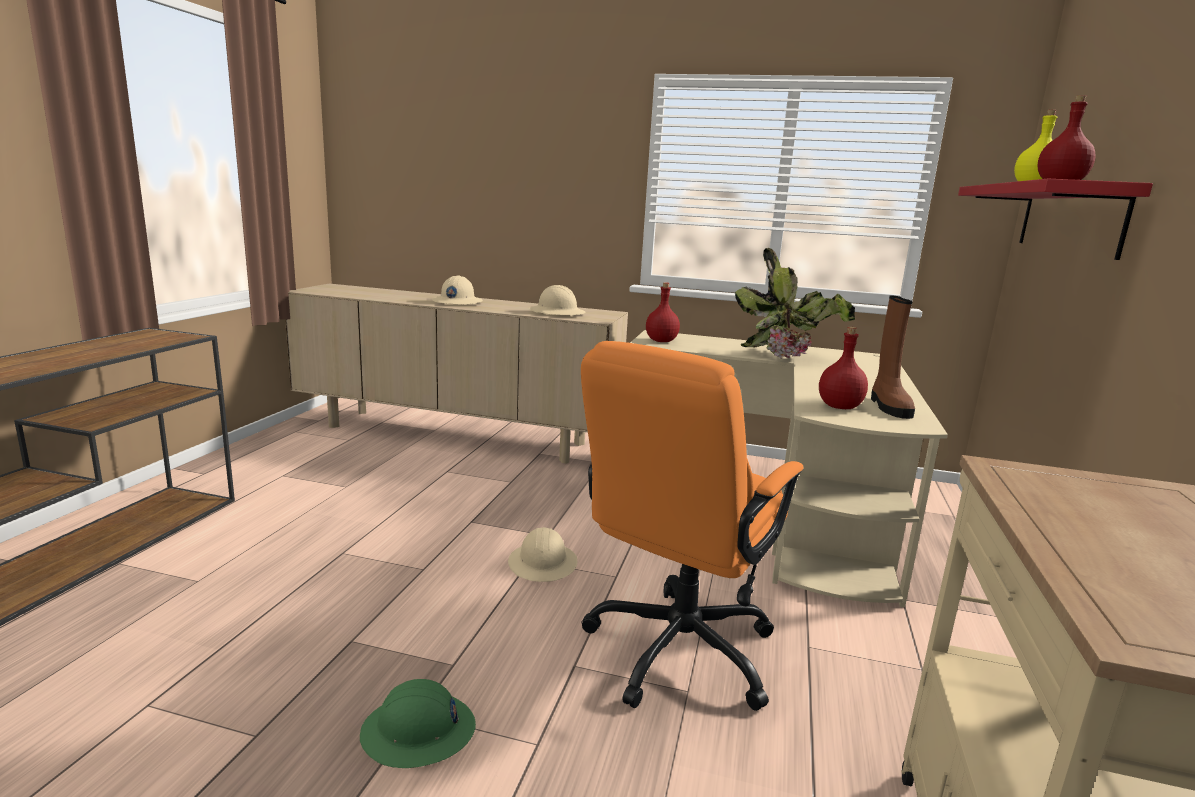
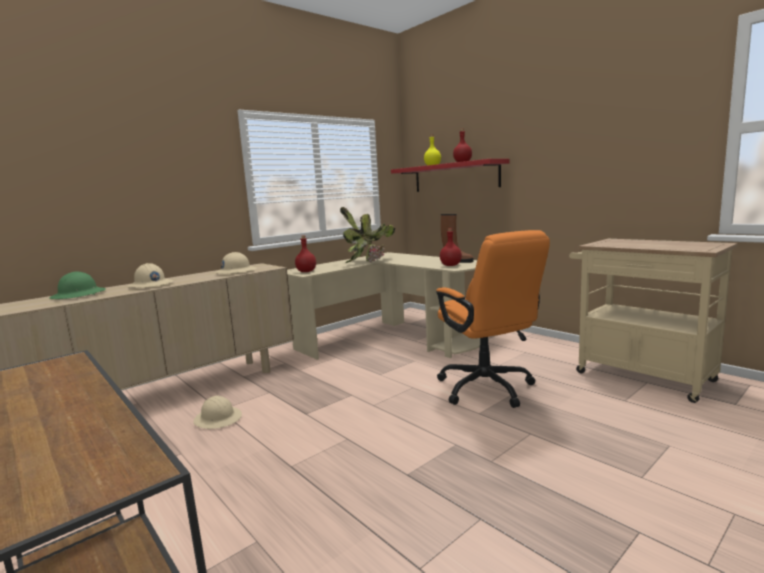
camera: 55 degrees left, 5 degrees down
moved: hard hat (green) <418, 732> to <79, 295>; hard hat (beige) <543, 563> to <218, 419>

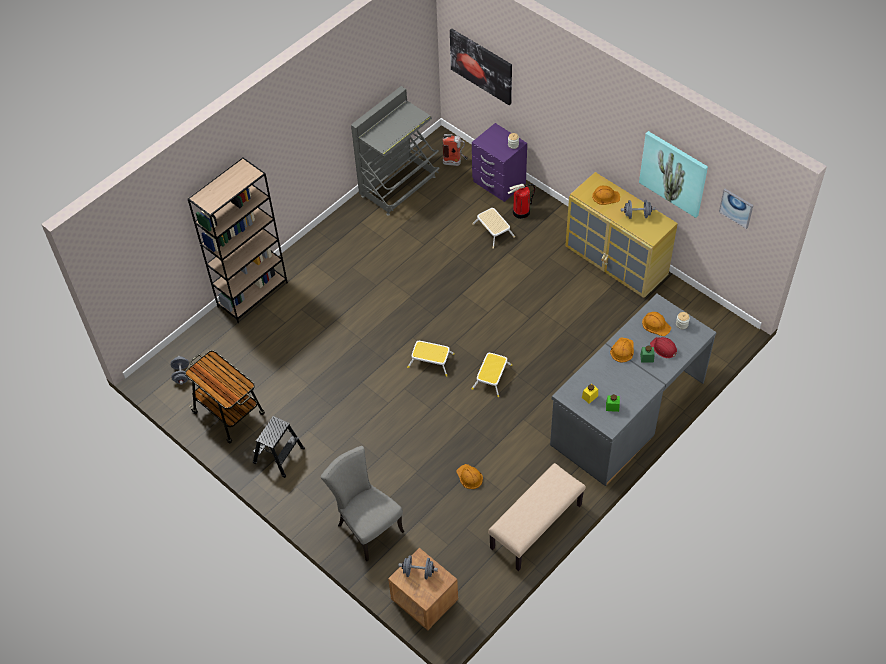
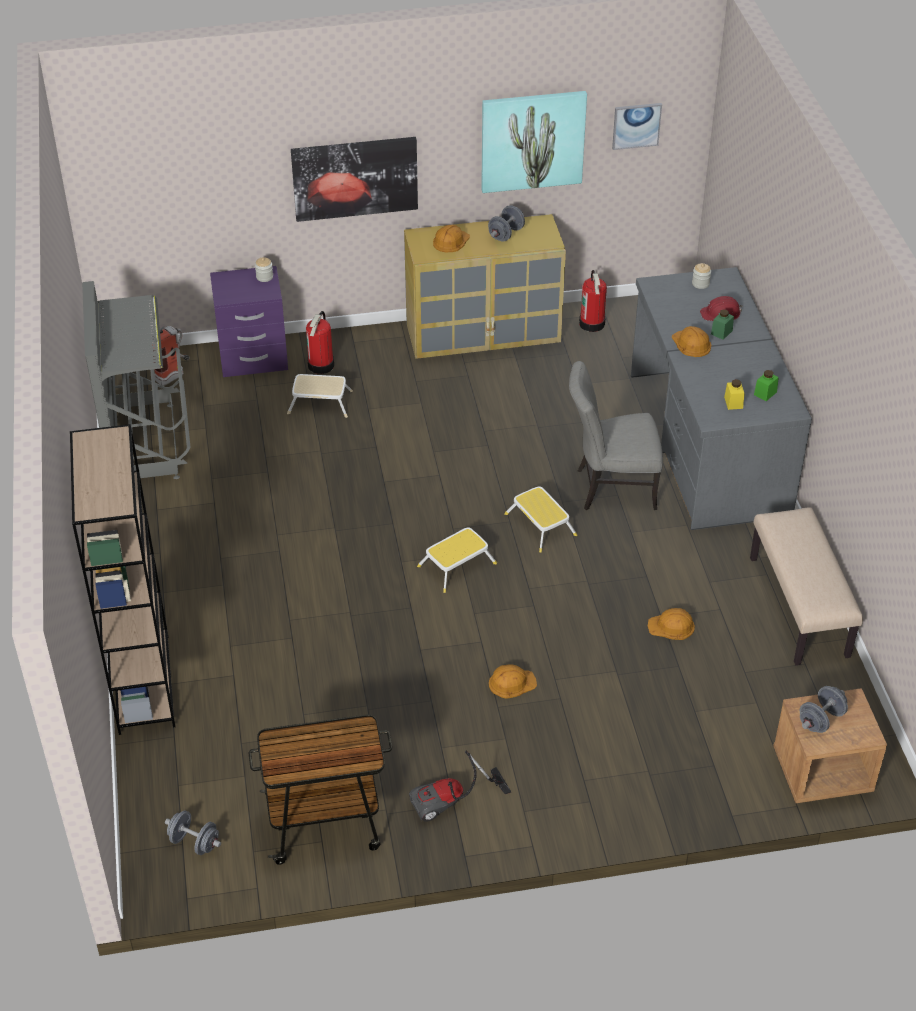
camera: 55 degrees left, 10 degrees down
added: fire extinguisher <592, 324>
moved: chair (grey) <366, 526> to <610, 488>; picture <481, 66> to <355, 178>; hard hat (orange) <656, 324> to <511, 683>
replaced: step ladder (black) <279, 455> to vacuum cleaner <452, 803>

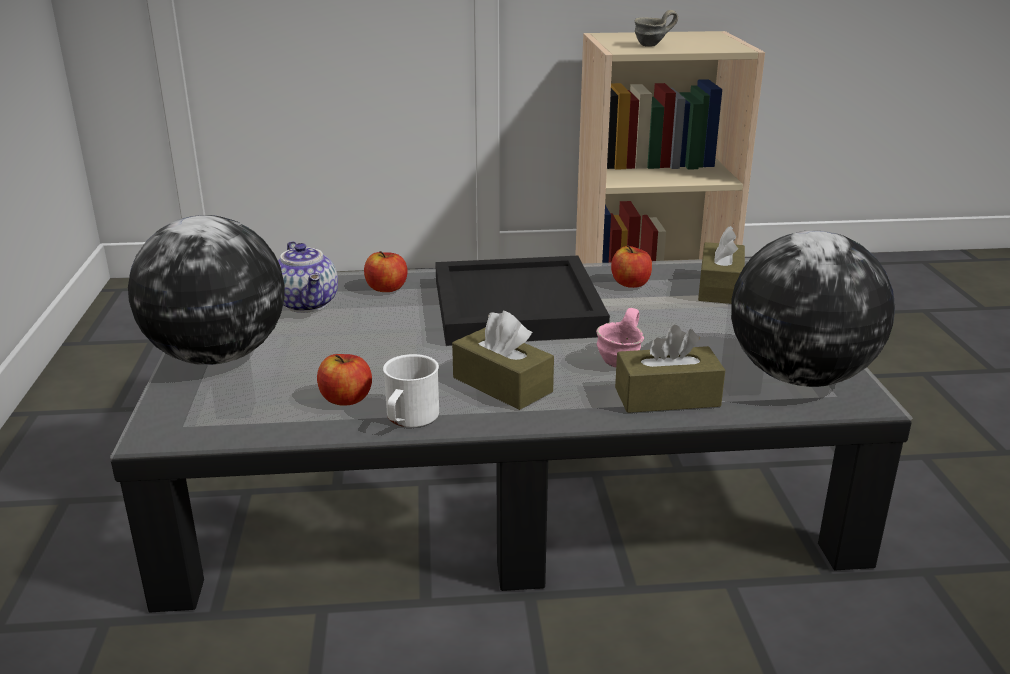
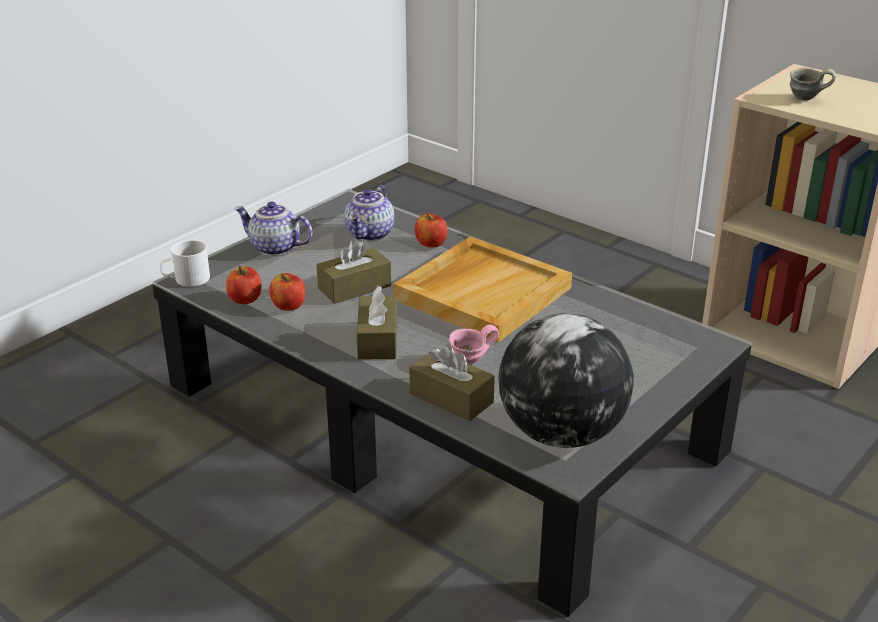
camera: 45 degrees right, 5 degrees up
moved: mug (white) <409, 419> to <186, 280>; apple <630, 284> to <245, 299>; tissue box (brown) <720, 287> to <354, 287>
replaced: globe <219, 356> to teapot <274, 248>
recoloured: tray (black) <515, 306> to tray (beige) <482, 292>

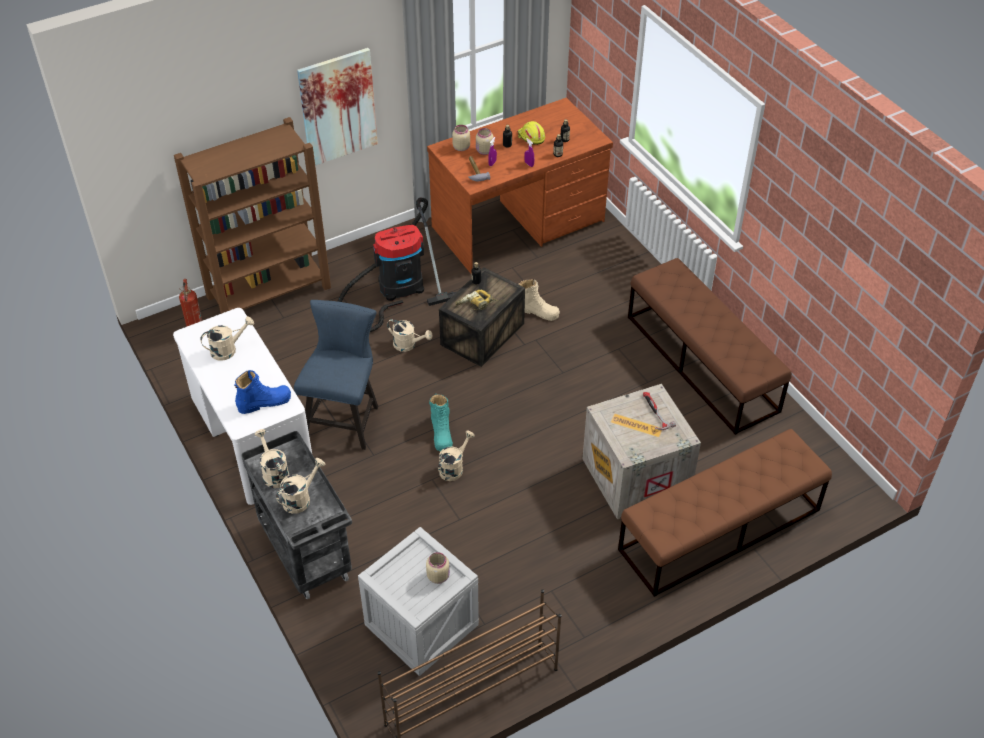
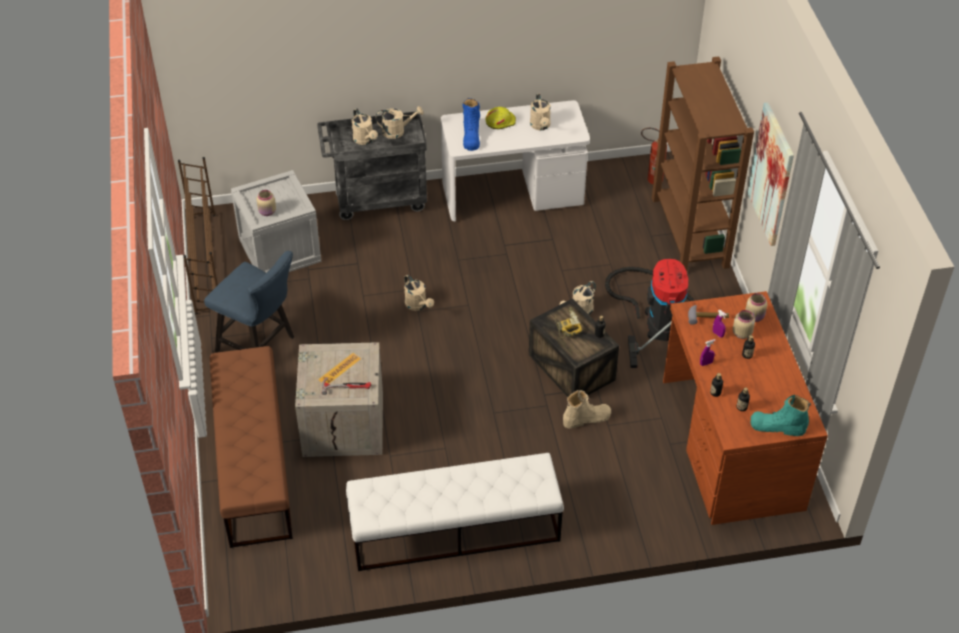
camera: 110 degrees right, 0 degrees up
moved: chair (blue) <344, 418> to <260, 345>; boot (turquoise) <441, 433> to <778, 427>; hard hat (yellow) <531, 137> to <500, 121>
recoloured: bench (brown) <702, 363> to bench (white) <454, 530>
turned: boot (beige) <537, 311> = <586, 418> 150 degrees counterclockwise

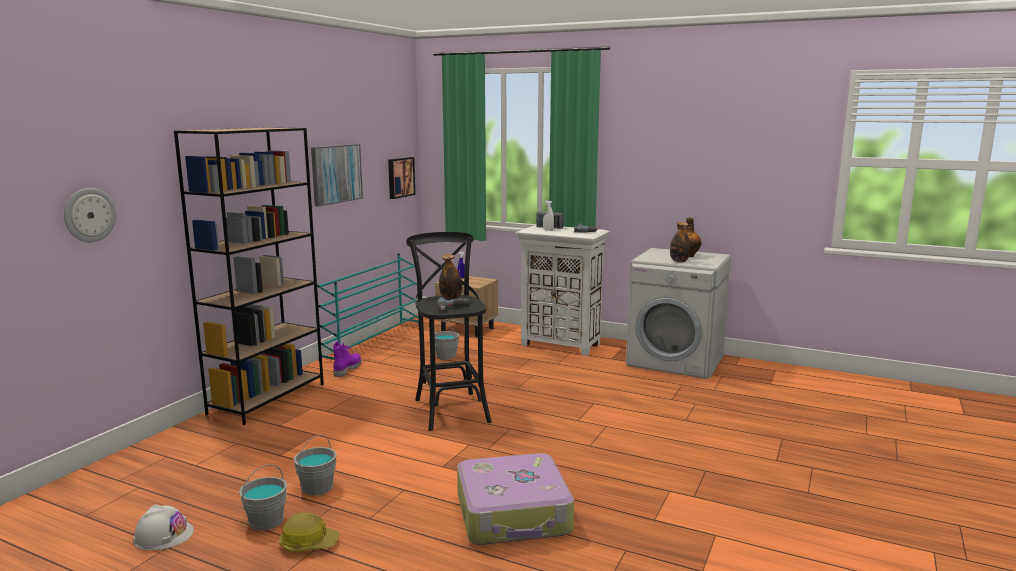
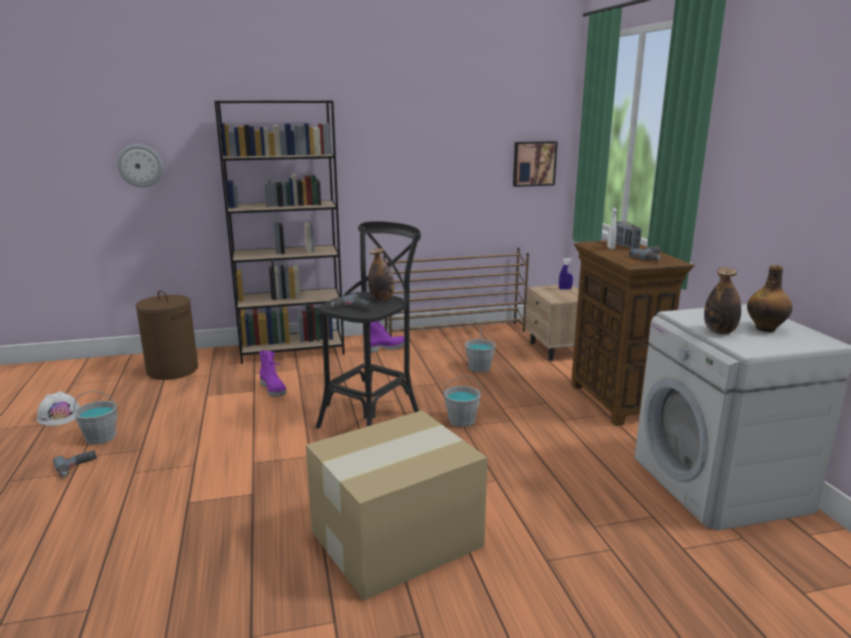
camera: 50 degrees right, 5 degrees up
removed: picture <336, 174>; suitcase <514, 514>
added: laundry basket (brown) <173, 370>; boot (purple) <274, 389>; cardboard box <399, 538>
moved: bucket (grey) <317, 487> to <461, 420>
replaced: hard hat <308, 543> to power drill <77, 467>
recoloured: shoe rack (turquoise) <374, 341> to shoe rack (brown) <456, 332>; cabinet (white) <562, 345> to cabinet (brown) <616, 402>

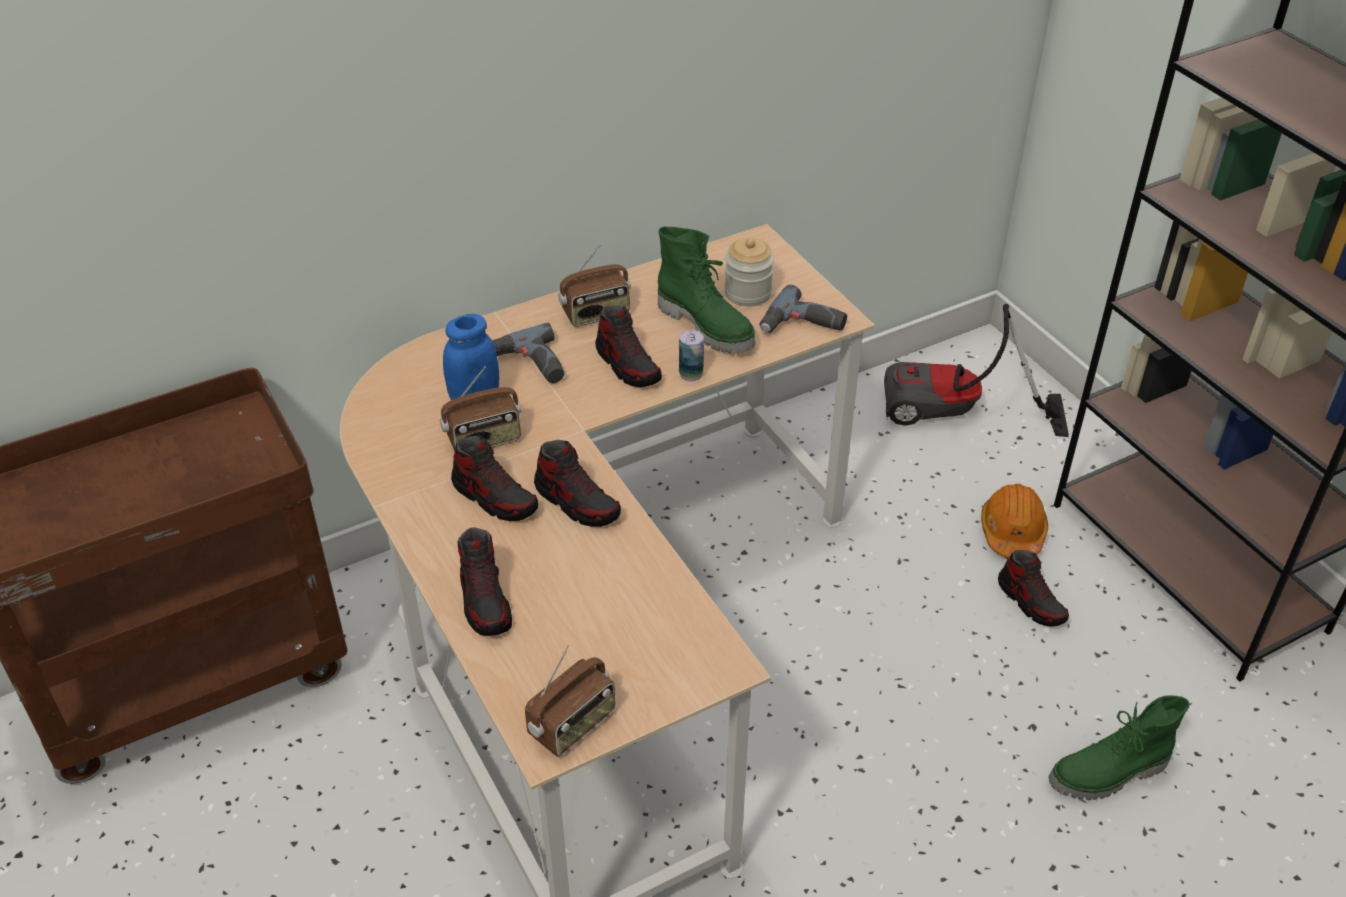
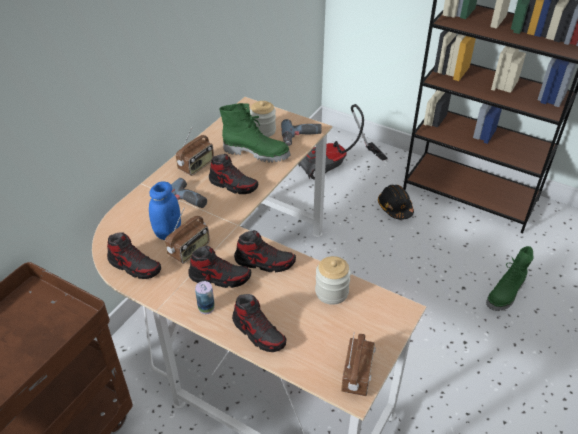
camera: 30 degrees left, 0 degrees up
added: jar <331, 292>
moved: can <691, 374> to <206, 308>; shoe <1031, 602> to <135, 266>
recoloured: hard hat (orange) <1012, 531> to hard hat (black) <395, 207>

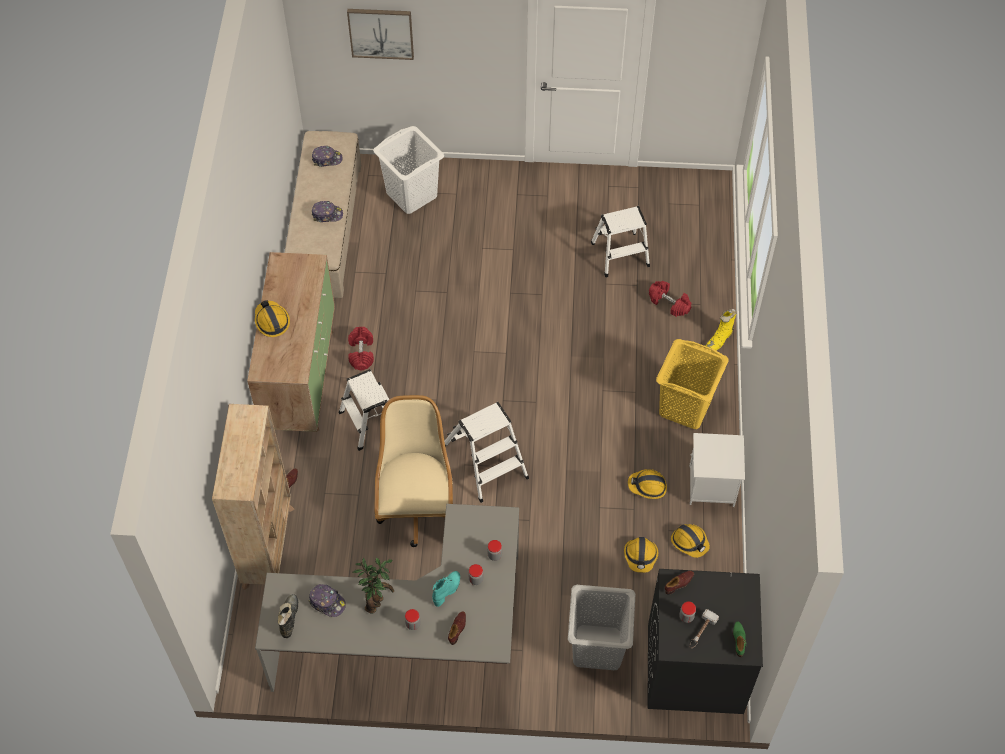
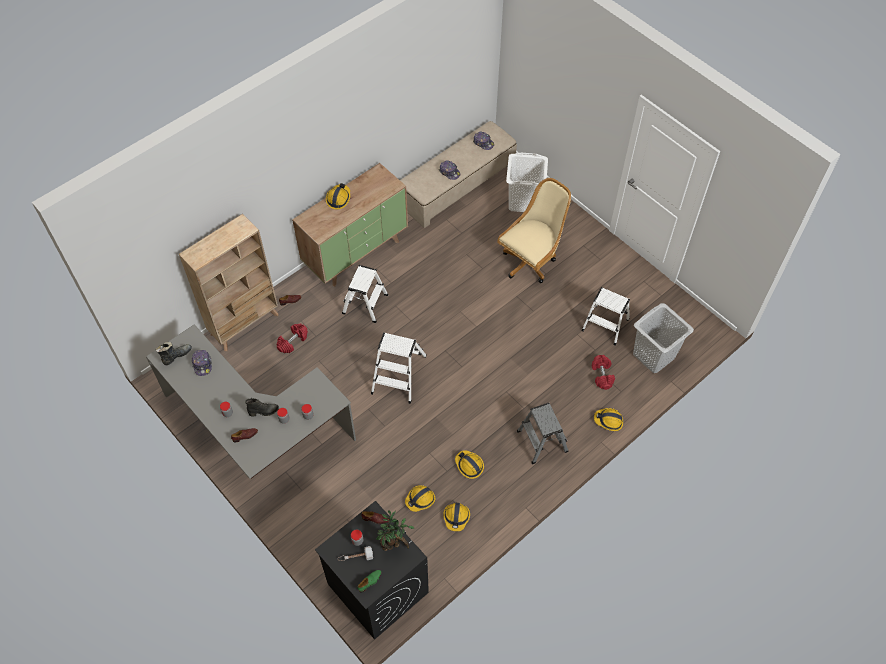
camera: 45 degrees right, 0 degrees up
removed: picture <381, 33>; nightstand (grey) <712, 487>
moved: dumbbell (red) <361, 353> to <292, 341>; potted plant <377, 602> to <393, 545>; office chair (beige) <416, 505> to <531, 260>; laundry basket (grey) <598, 647> to <653, 356>
replaced: laundry basket (yellow) <684, 407> to step ladder (grey) <542, 441>; boot (yellow) <719, 339> to hard hat <608, 421>
recoloured: boot (turquoise) <447, 590> to boot (black) <264, 411>

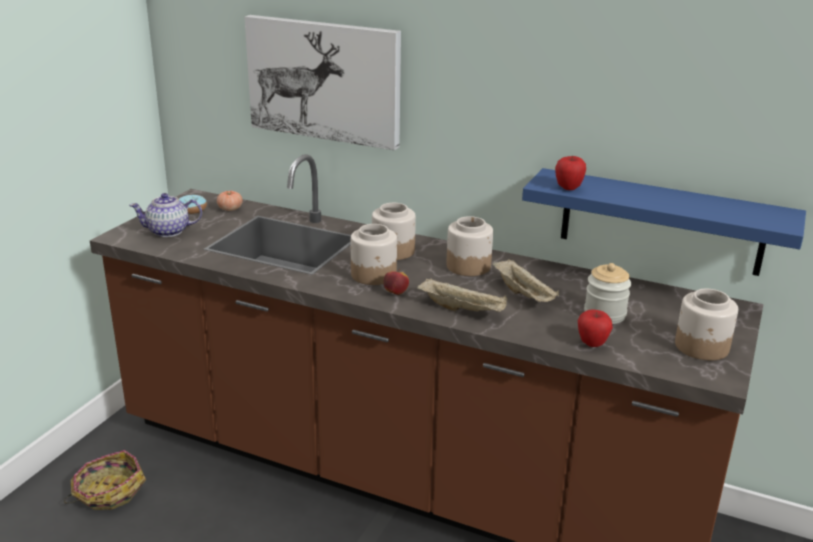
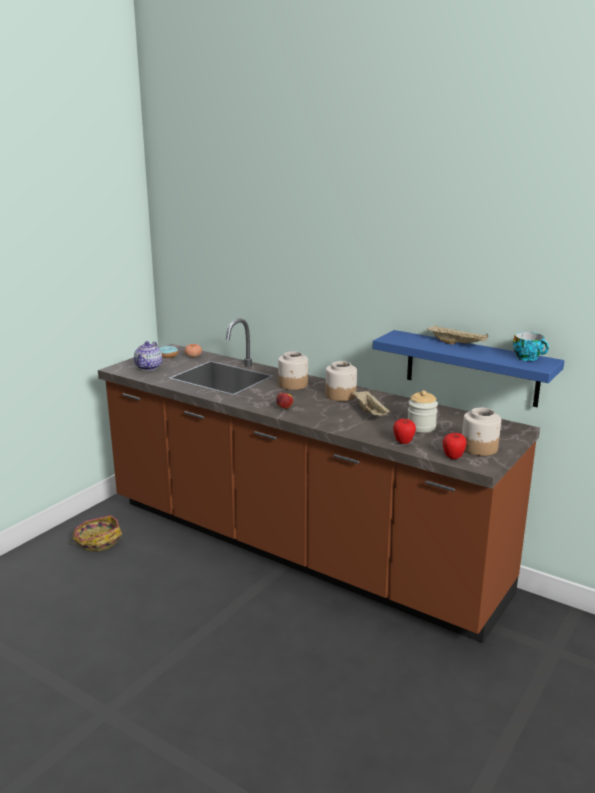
camera: 10 degrees right, 5 degrees down
removed: picture <324, 80>; jar <374, 275>
added: cup <528, 358>
moved: tray (beige) <463, 309> to <457, 344>; apple <568, 188> to <453, 457>
turned: teapot <169, 231> = <149, 367> 75 degrees counterclockwise

